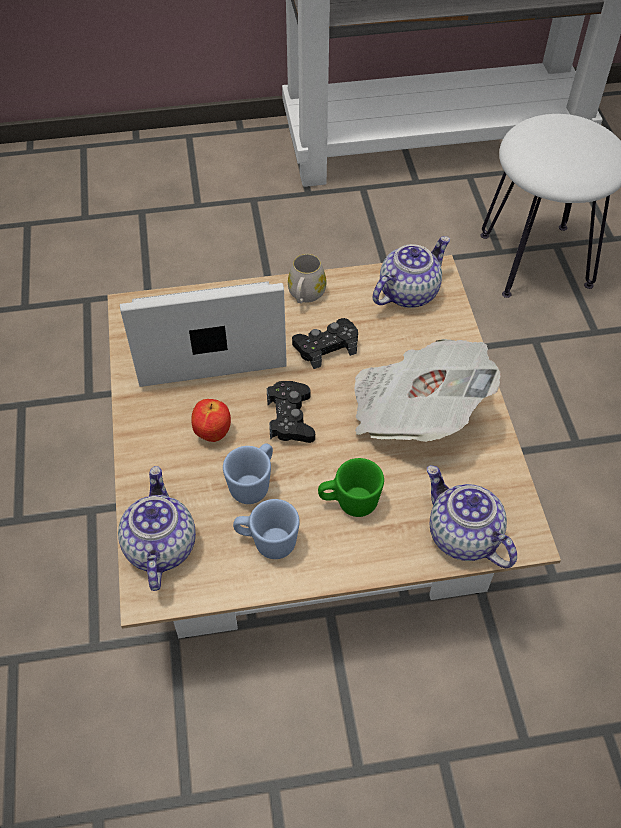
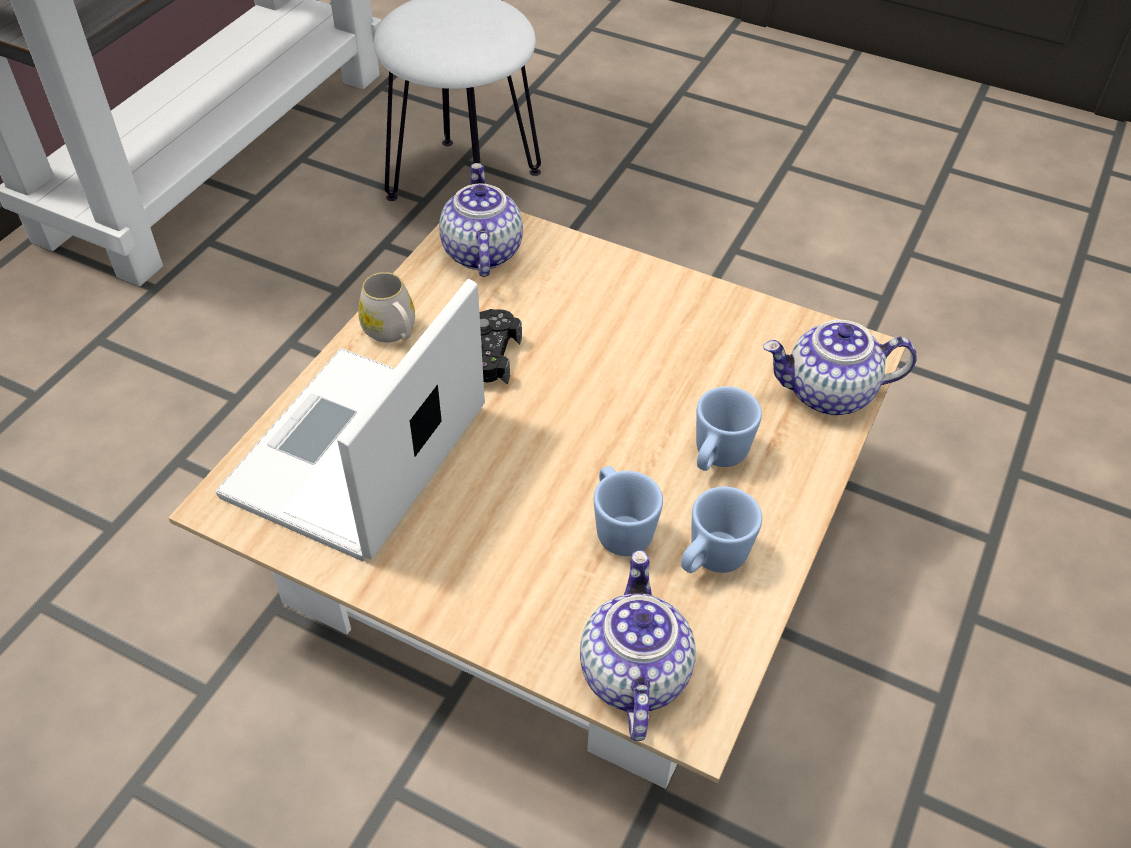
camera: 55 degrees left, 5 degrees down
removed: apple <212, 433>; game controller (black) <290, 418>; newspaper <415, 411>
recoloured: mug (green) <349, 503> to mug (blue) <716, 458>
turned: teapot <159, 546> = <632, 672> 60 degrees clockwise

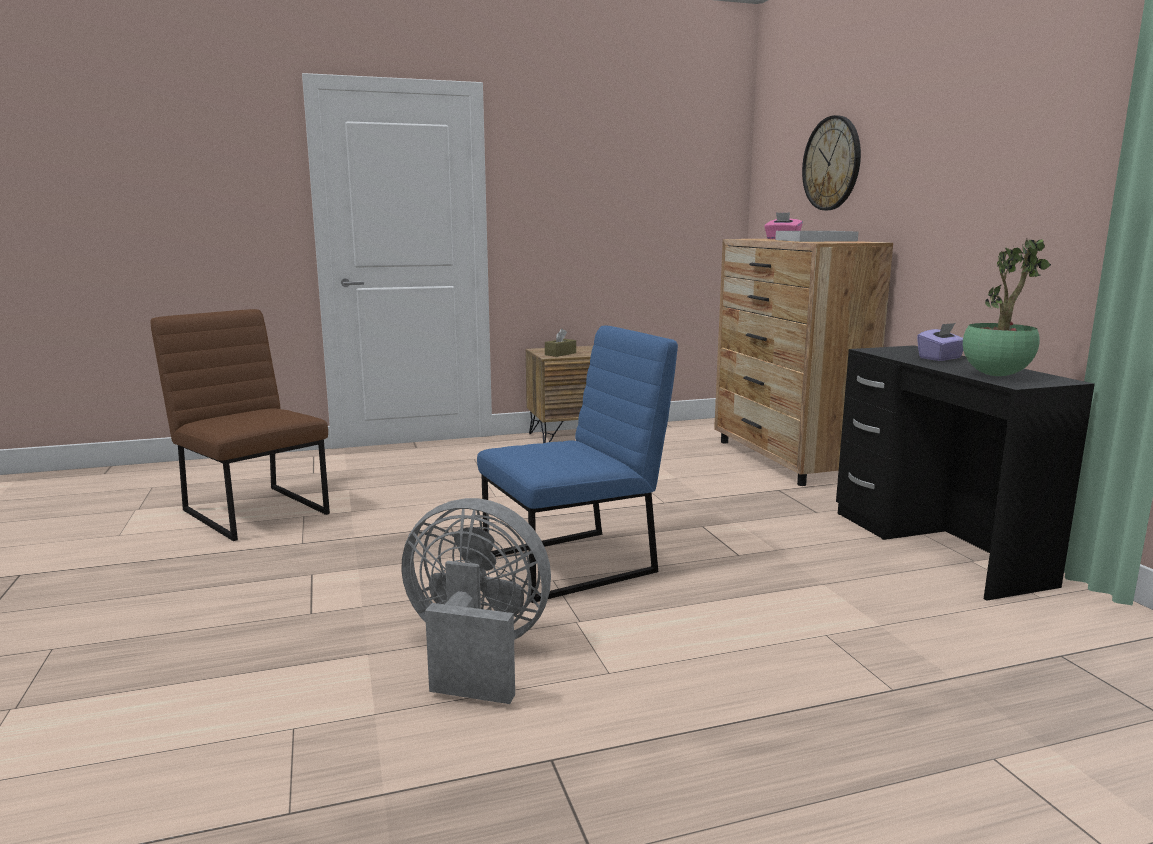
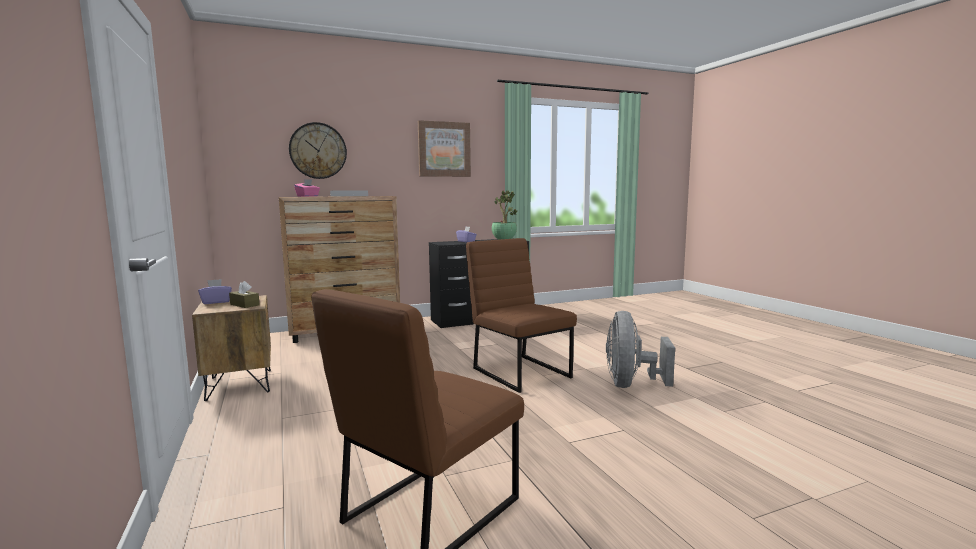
camera: 95 degrees left, 5 degrees down
added: tissue box (purple) <216, 302>; picture <444, 149>
recoloured: chair (blue) <574, 564> to chair (brown) <520, 372>

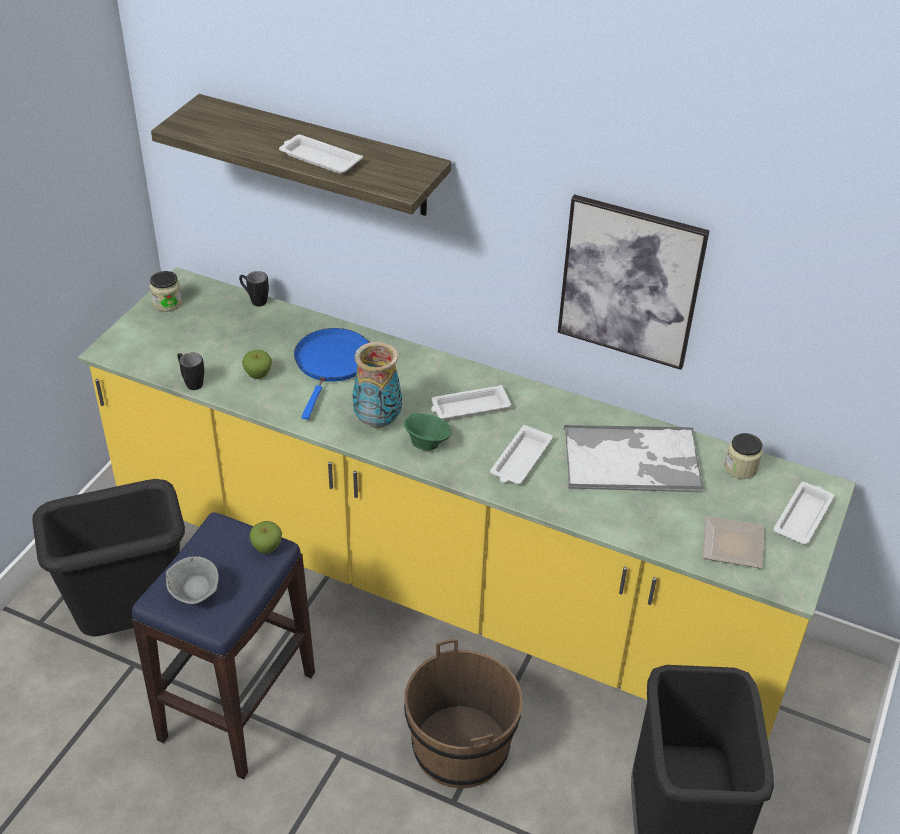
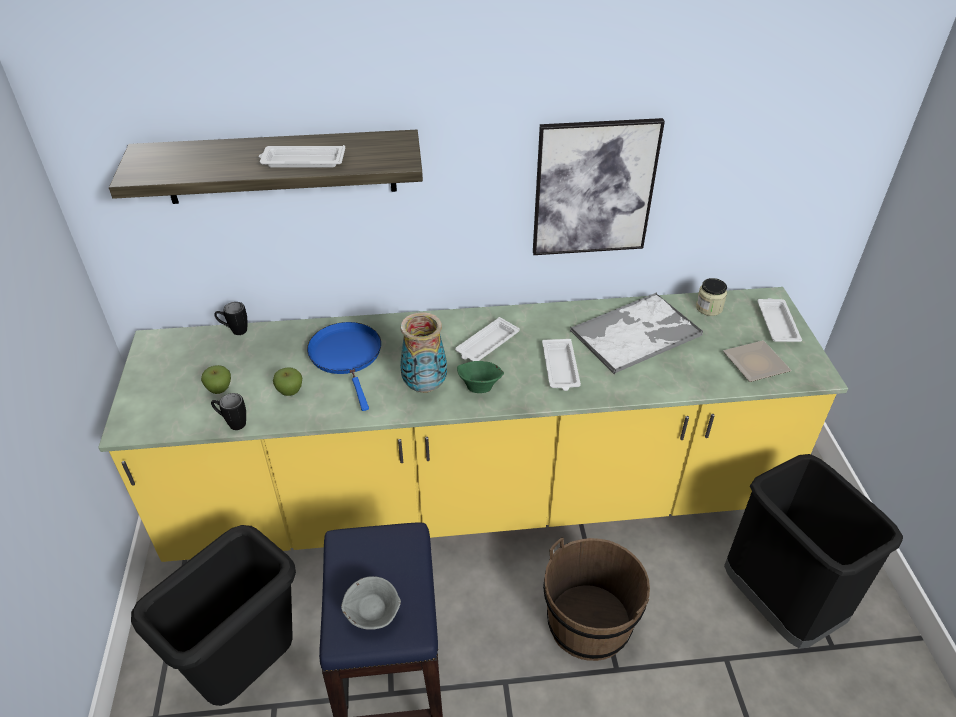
camera: 30 degrees left, 0 degrees up
removed: jar <167, 303>
moved: apple <267, 548> to <219, 389>

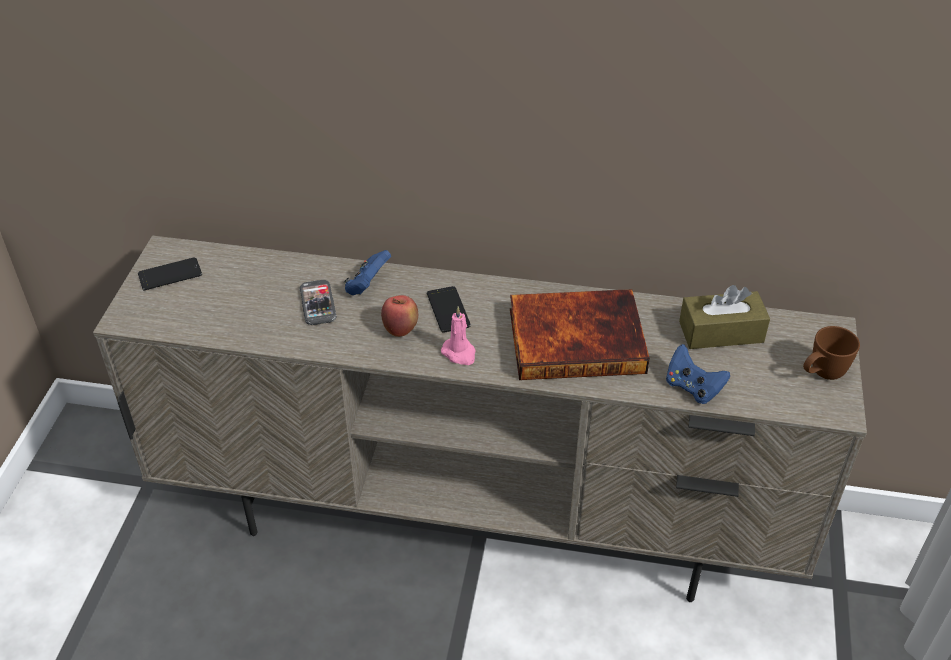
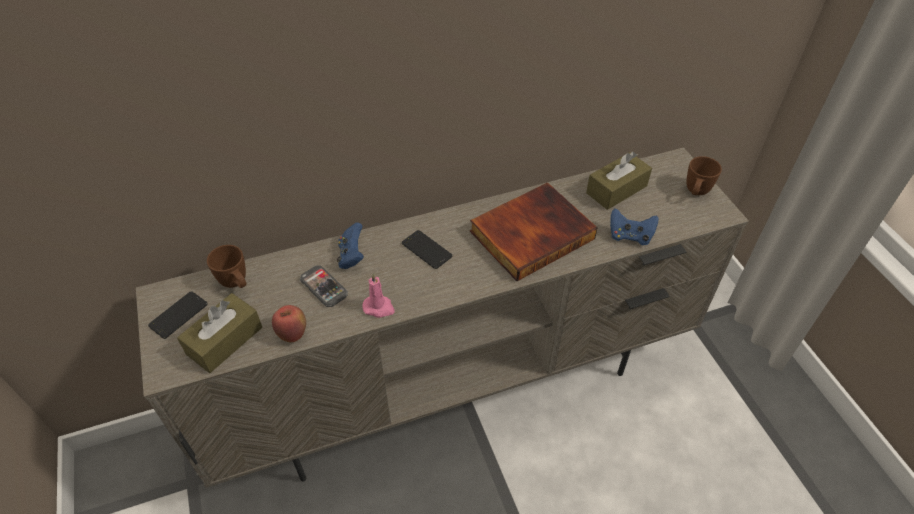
camera: 30 degrees left, 5 degrees up
added: tissue box (brown) <224, 340>; mug (brown) <236, 284>
moved: apple <400, 330> to <292, 333>; candle (pink) <459, 353> to <379, 307>

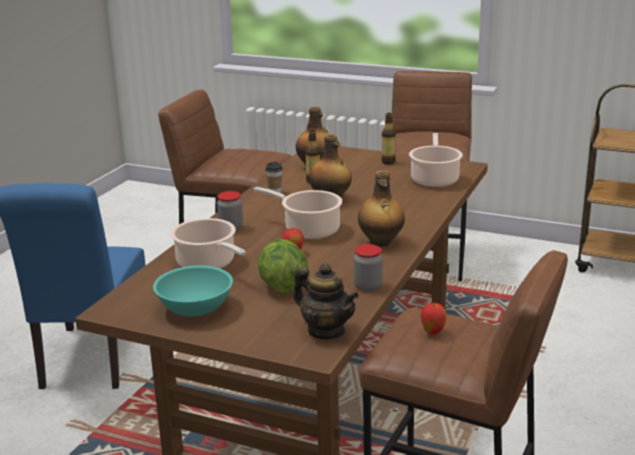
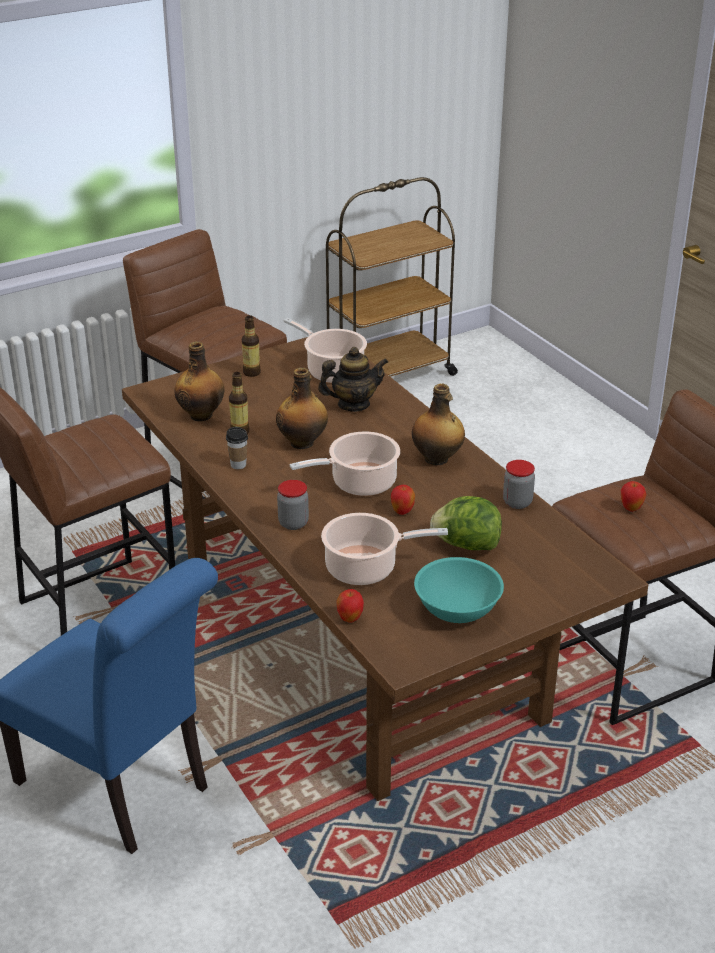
camera: 55 degrees left, 10 degrees up
added: apple <350, 619>
moved: teapot <326, 331> to <353, 404>

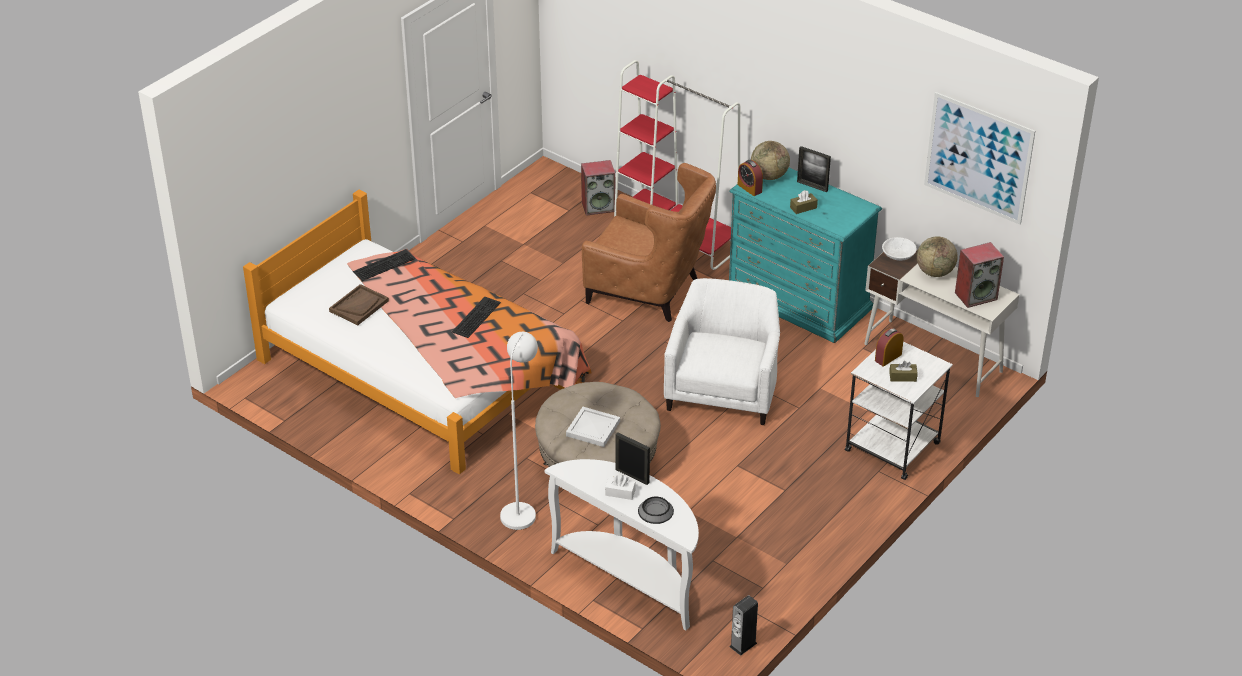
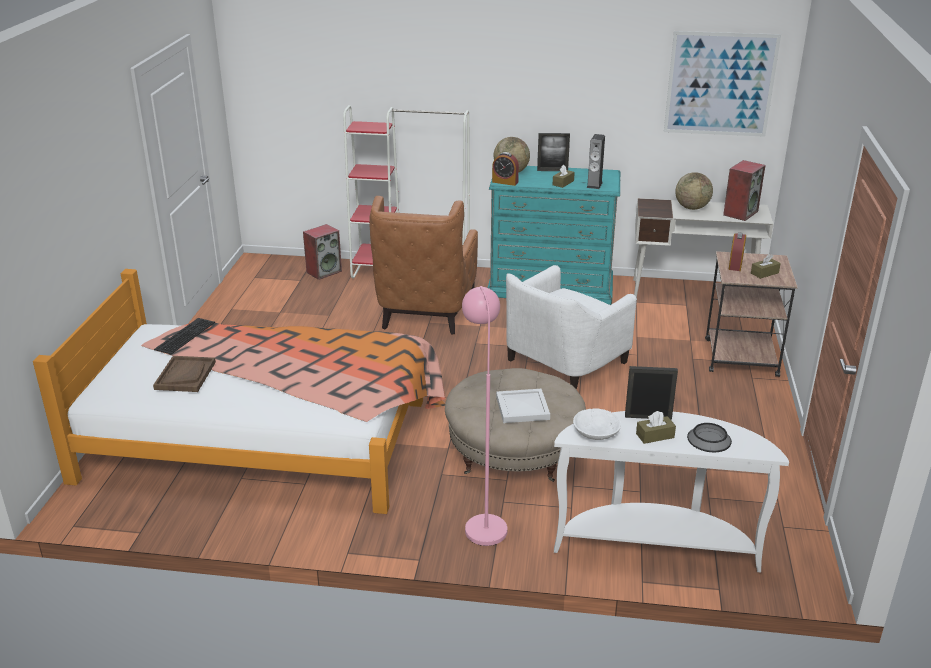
camera: 30 degrees left, 10 degrees down
removed: keyboard <475, 316>
moved: speaker <743, 645> to <594, 185>; bowl (white) <898, 255> to <596, 433>
recoloured: floor lamp (white) <521, 510> to floor lamp (pink) <483, 523>; tissue box (white) <620, 492> to tissue box (brown) <655, 436>; cart (white) <892, 448> to cart (brown) <740, 358>
turned: armchair (brown) <649, 291> = <425, 313> 105 degrees clockwise; armchair (white) <723, 389> = <562, 361> 120 degrees counterclockwise

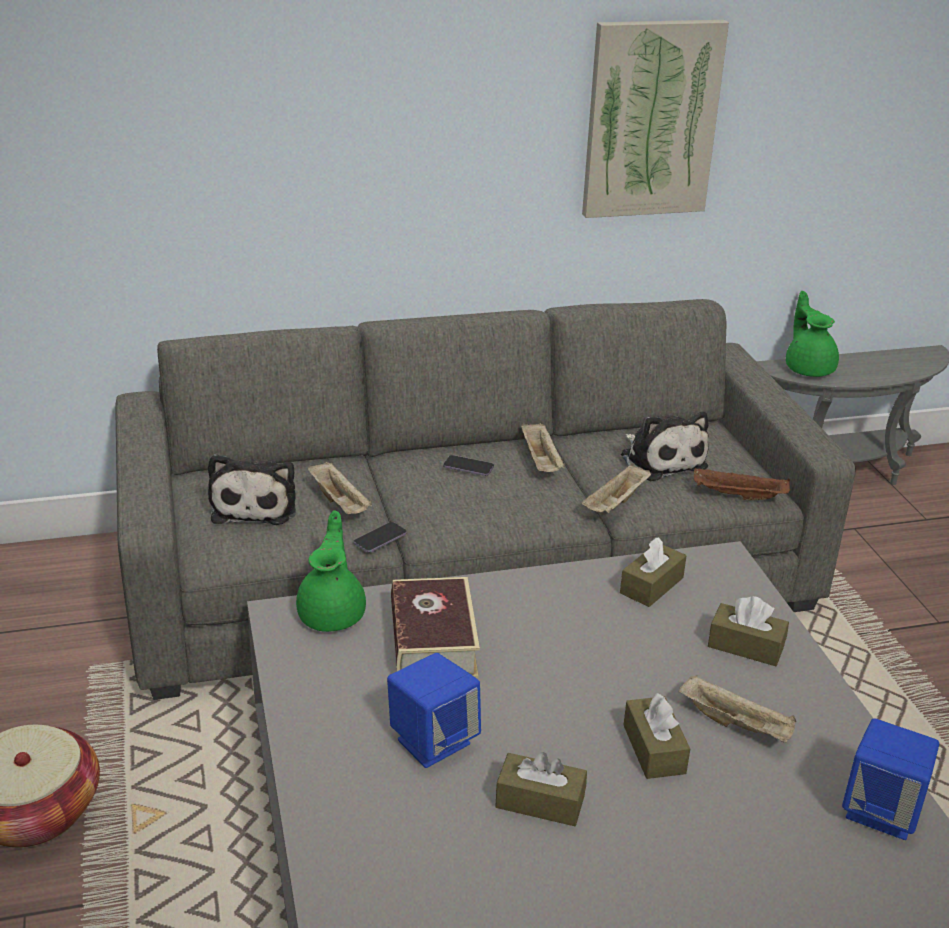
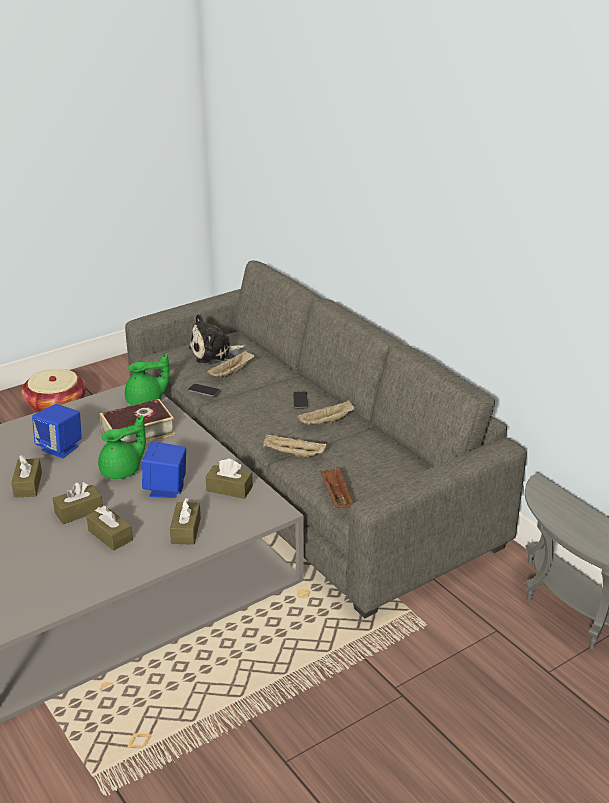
camera: 70 degrees right, 0 degrees up
removed: picture <651, 119>; plush toy <661, 460>
moved: teapot (green) <808, 368> to <123, 471>; speaker (blue) <882, 811> to <166, 489>
replaced: tray (beige) <736, 724> to tissue box (brown) <110, 535>

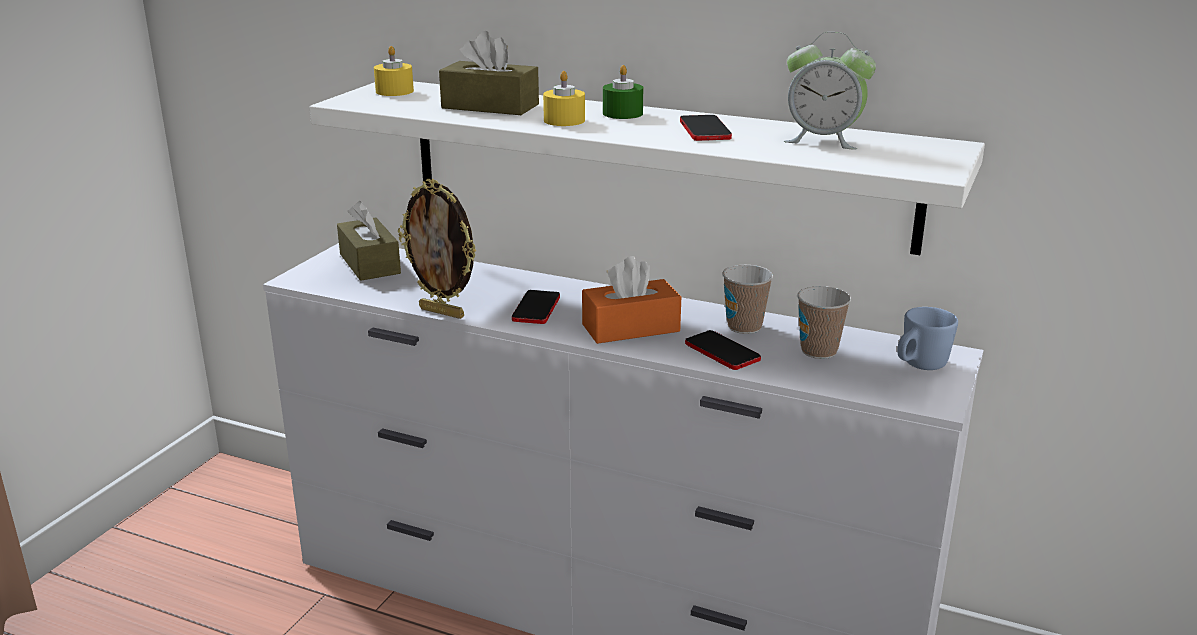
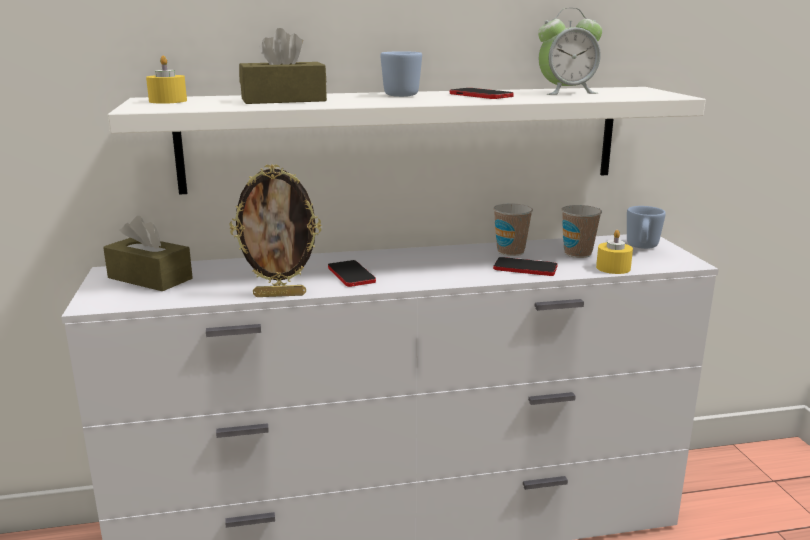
camera: 35 degrees left, 5 degrees down
removed: tissue box (orange) <630, 328>
moved: candle (yellow) <564, 120> to <613, 268>
replaced: candle (green) <622, 113> to mug (blue) <398, 94>

